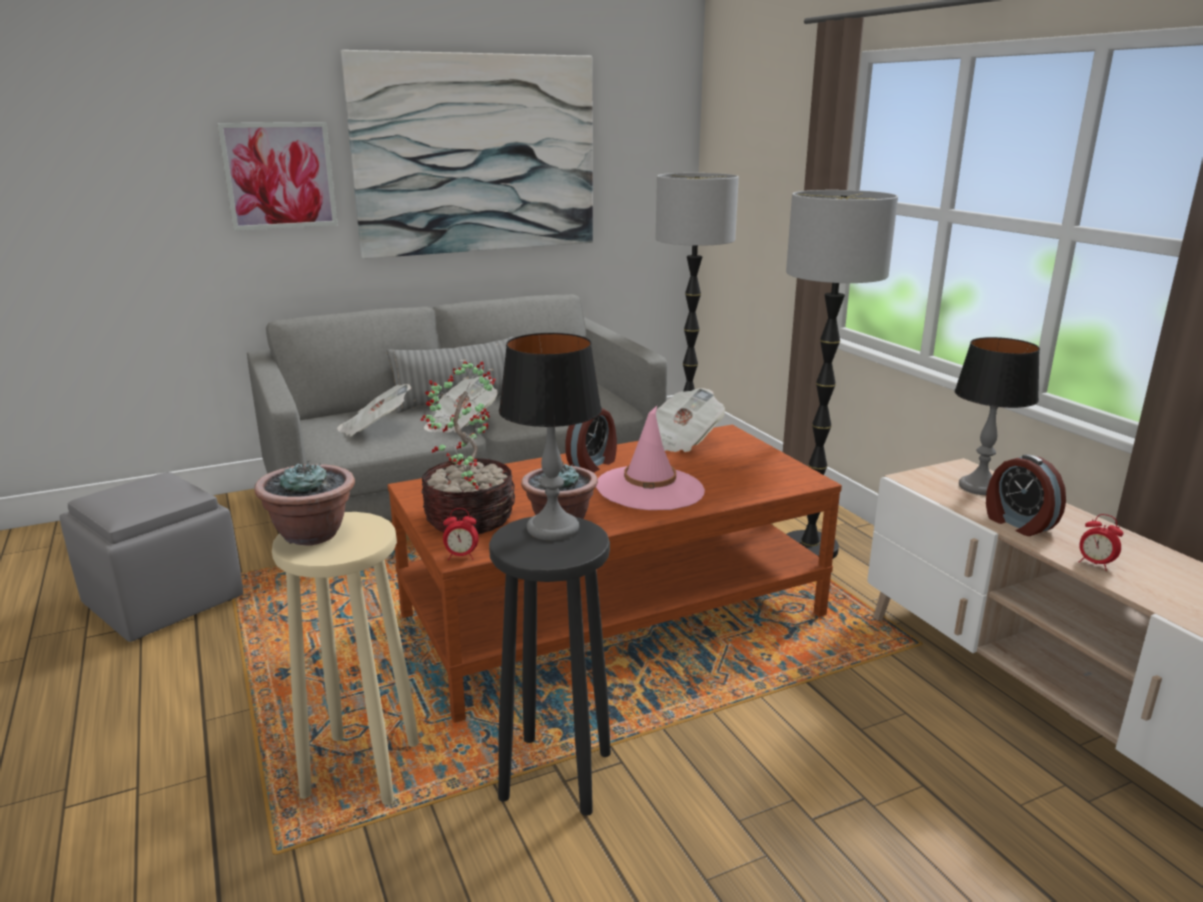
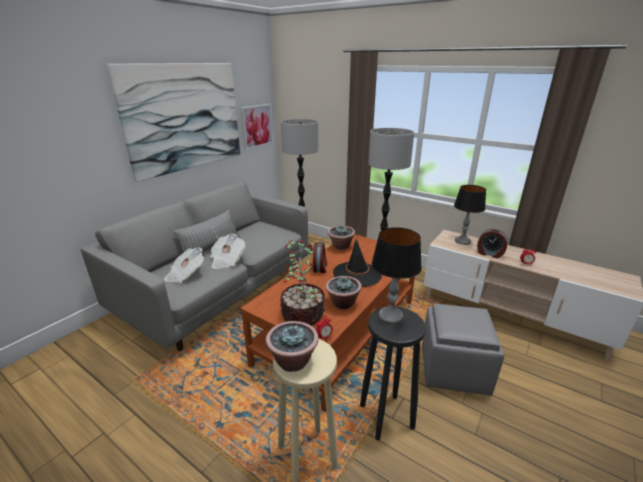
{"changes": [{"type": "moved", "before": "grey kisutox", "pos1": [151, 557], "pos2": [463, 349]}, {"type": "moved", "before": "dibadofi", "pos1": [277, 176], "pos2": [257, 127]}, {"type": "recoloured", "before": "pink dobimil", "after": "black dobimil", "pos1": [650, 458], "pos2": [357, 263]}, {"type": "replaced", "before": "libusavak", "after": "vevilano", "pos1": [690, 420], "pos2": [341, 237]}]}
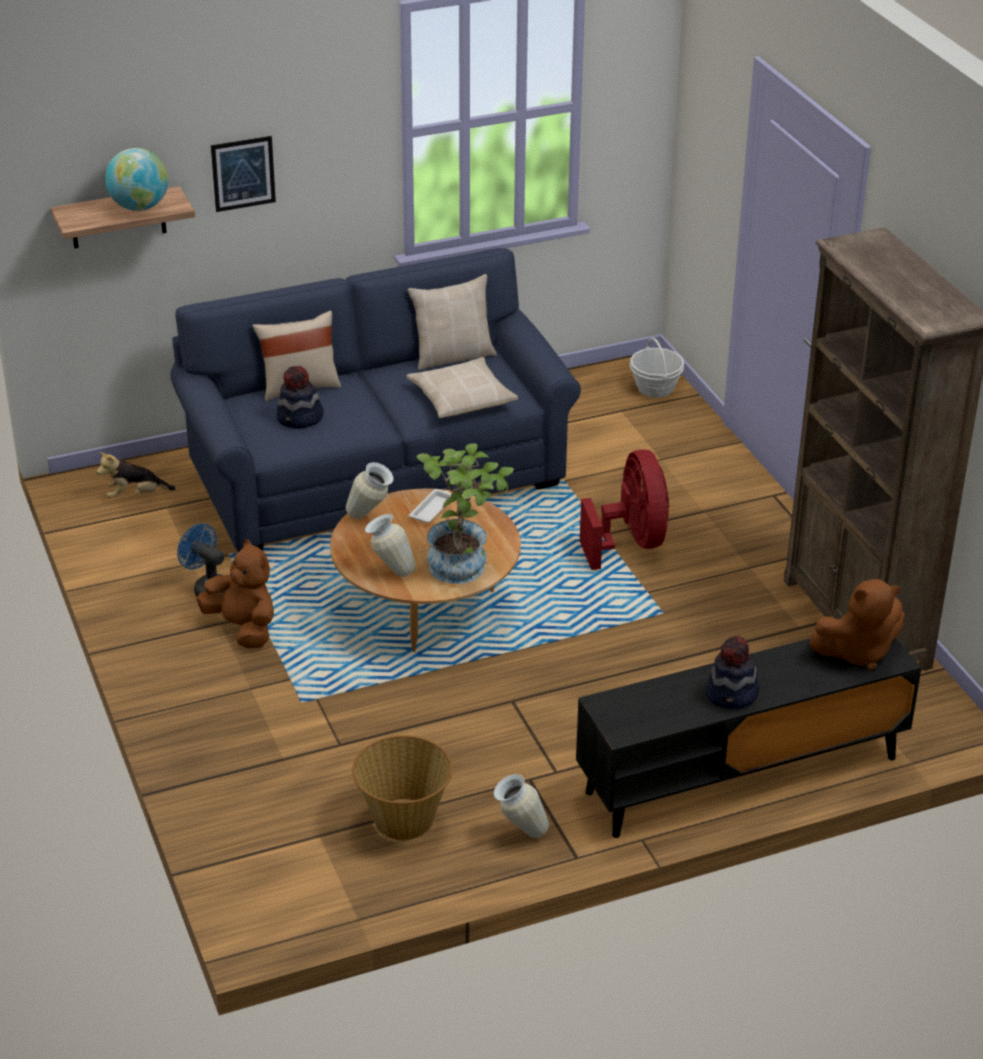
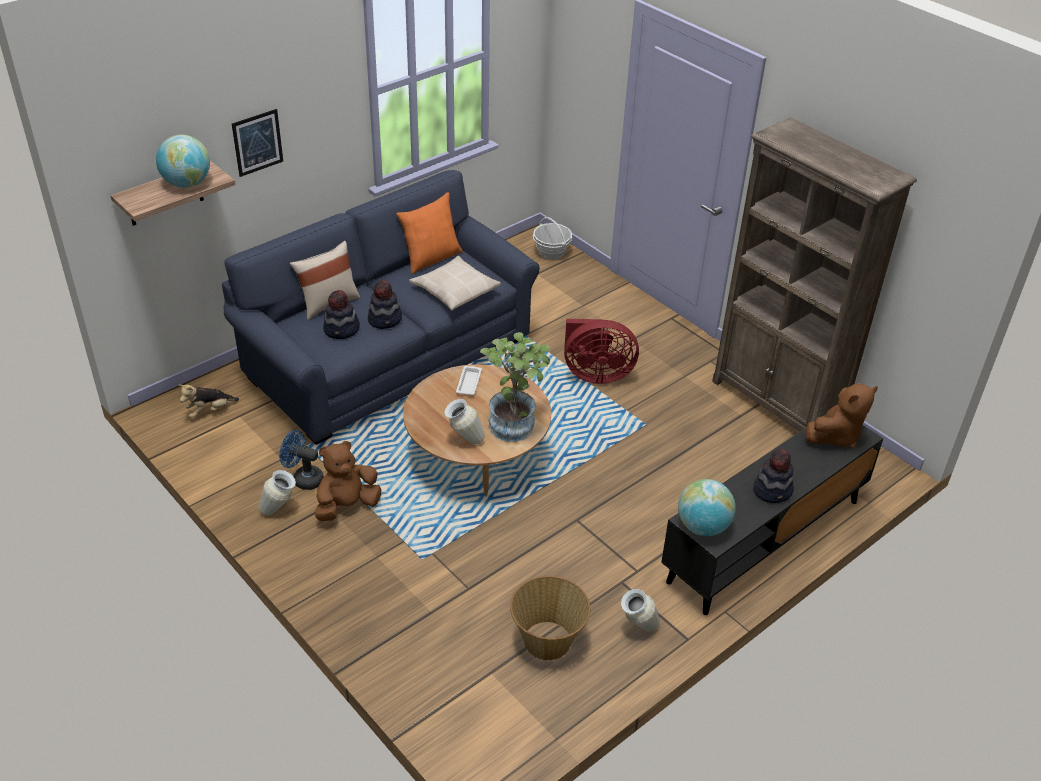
{"changes": [{"type": "turned", "before": "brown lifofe", "pos1": [235, 593], "pos2": [347, 481], "turn": -60}, {"type": "moved", "before": "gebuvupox", "pos1": [370, 490], "pos2": [277, 492]}, {"type": "recoloured", "before": "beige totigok", "after": "orange totigok", "pos1": [452, 322], "pos2": [429, 233]}, {"type": "turned", "before": "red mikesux", "pos1": [625, 509], "pos2": [601, 351], "turn": 120}, {"type": "added", "after": "dobimil", "pos2": [385, 304]}, {"type": "added", "after": "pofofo", "pos2": [707, 507]}]}
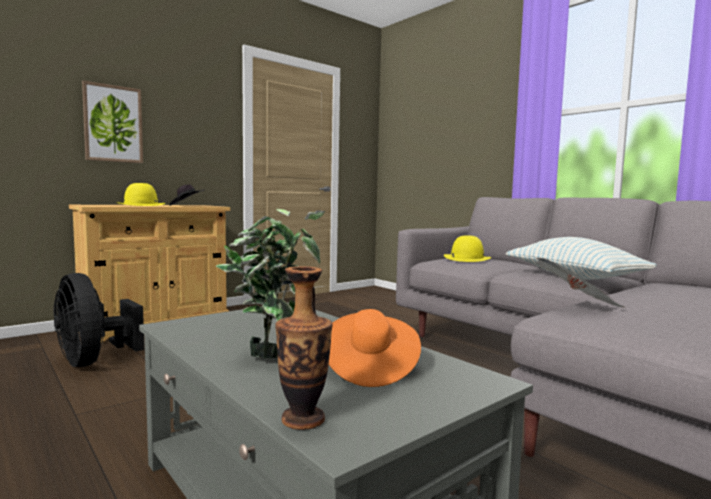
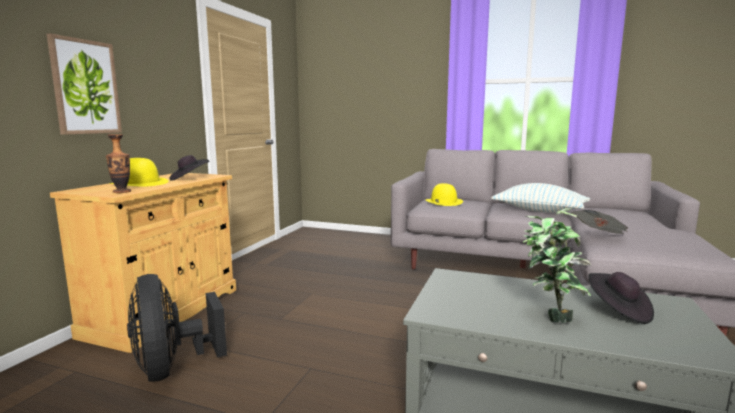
{"changes": [{"type": "turned", "before": "black mikesux", "pos1": [98, 320], "pos2": [177, 328], "turn": 45}, {"type": "moved", "before": "gebuvupox", "pos1": [303, 348], "pos2": [118, 163]}, {"type": "recoloured", "before": "orange dobimil", "after": "black dobimil", "pos1": [375, 348], "pos2": [621, 298]}]}
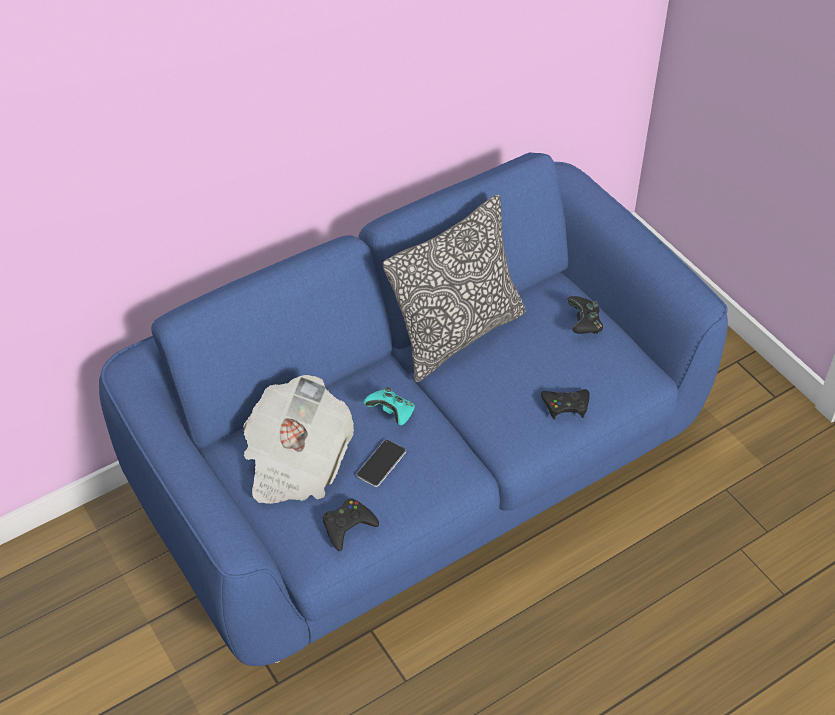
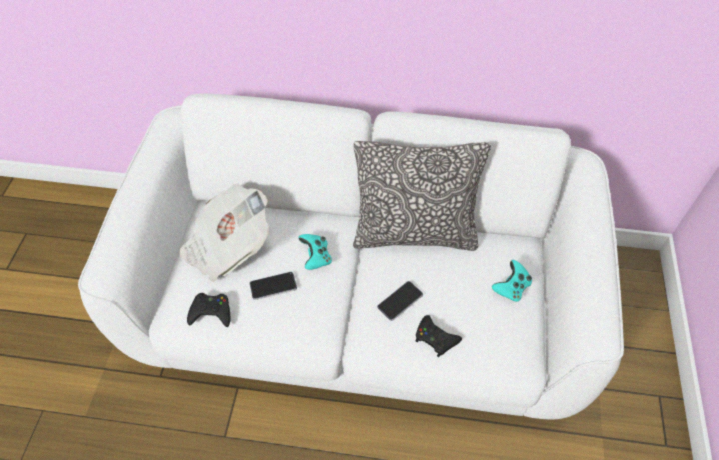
{"changes": [{"type": "recoloured", "before": "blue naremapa", "after": "white naremapa", "pos1": [413, 409], "pos2": [351, 256]}, {"type": "recoloured", "before": "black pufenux", "after": "turquoise pufenux", "pos1": [585, 315], "pos2": [512, 281]}, {"type": "added", "after": "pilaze", "pos2": [400, 301]}]}
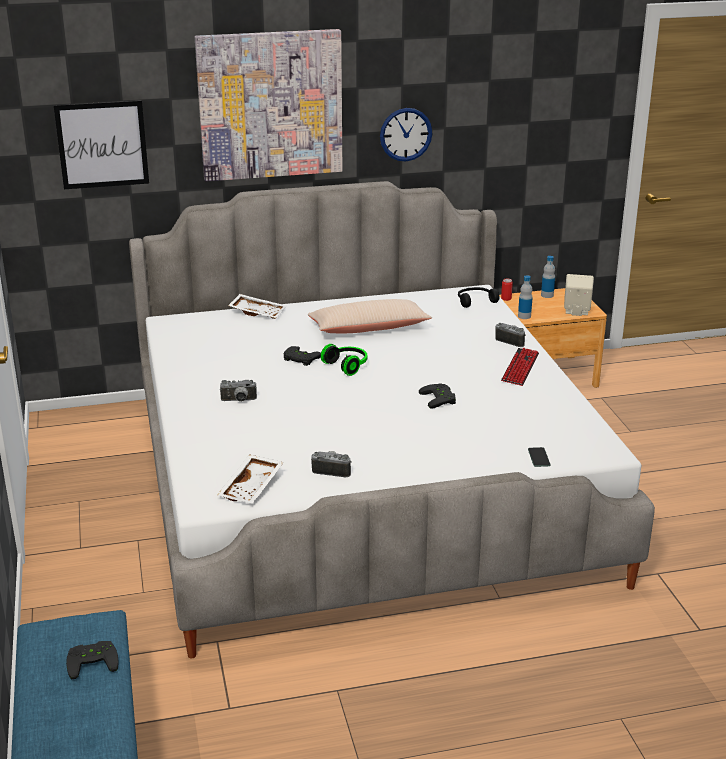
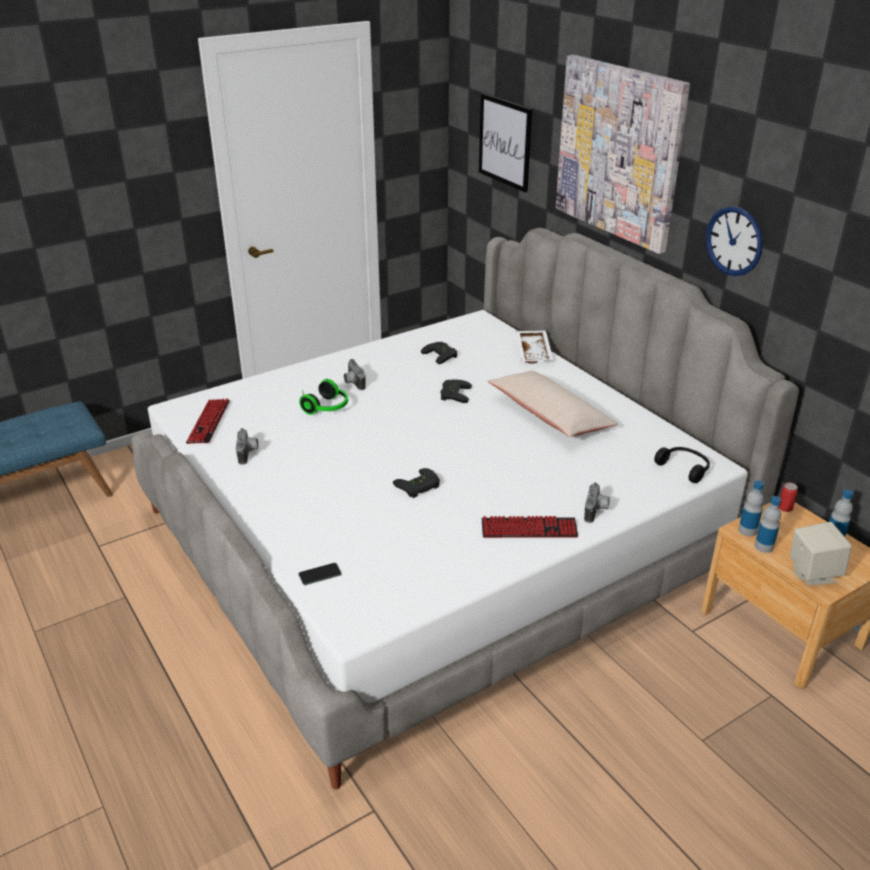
{"changes": [{"type": "moved", "before": "black pufenux", "pos1": [92, 660], "pos2": [439, 353]}, {"type": "replaced", "before": "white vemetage", "after": "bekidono", "pos1": [250, 478], "pos2": [208, 421]}, {"type": "moved", "before": "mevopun", "pos1": [344, 360], "pos2": [323, 397]}, {"type": "added", "after": "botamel", "pos2": [768, 524]}]}
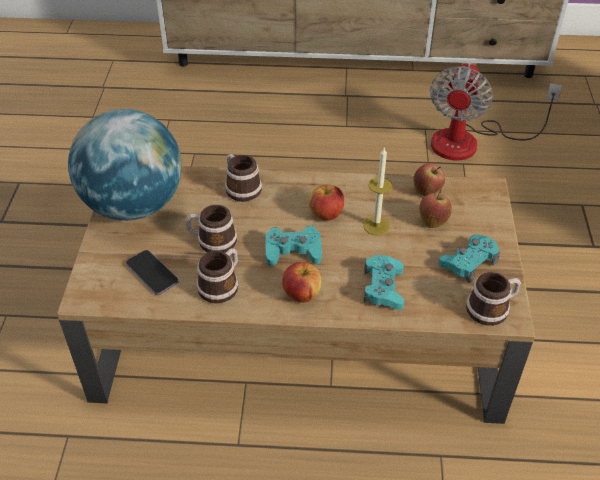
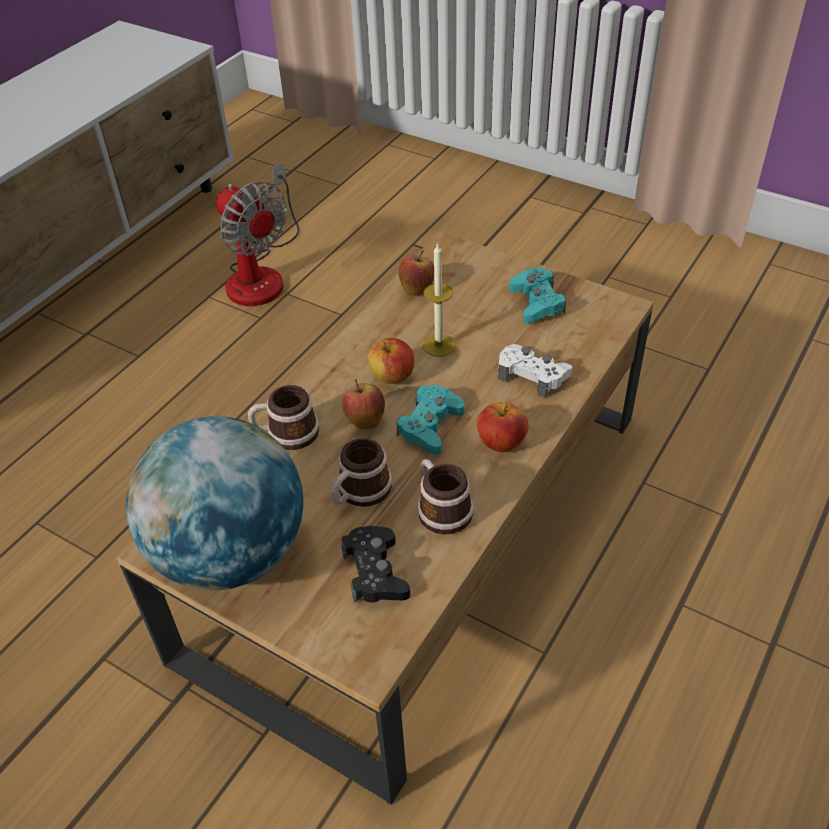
{"changes": [{"type": "replaced", "before": "pilaze", "after": "black pufenux", "pos1": [152, 272], "pos2": [375, 564]}, {"type": "recoloured", "before": "turquoise pufenux", "after": "white pufenux", "pos1": [384, 282], "pos2": [535, 371]}, {"type": "moved", "before": "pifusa", "pos1": [435, 209], "pos2": [363, 404]}, {"type": "removed", "before": "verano", "pos1": [493, 299]}]}
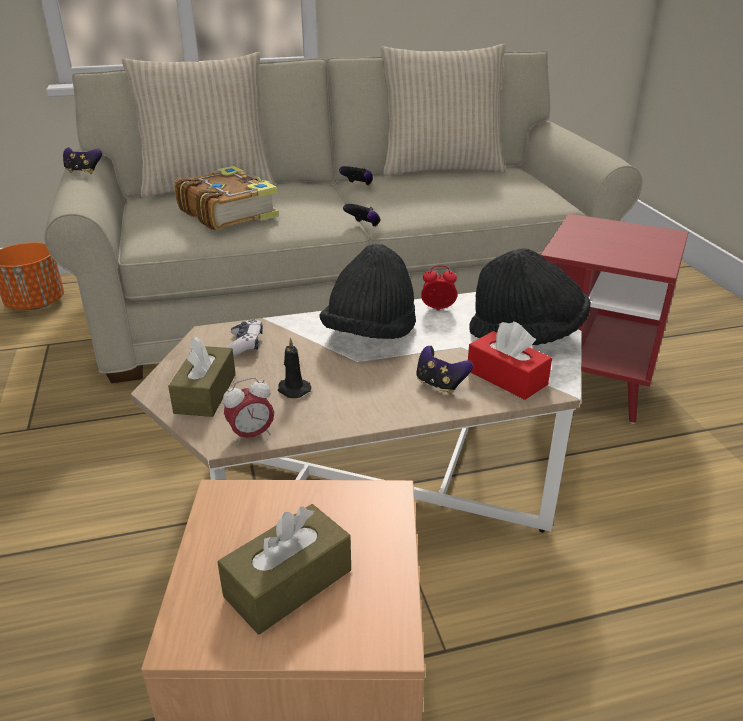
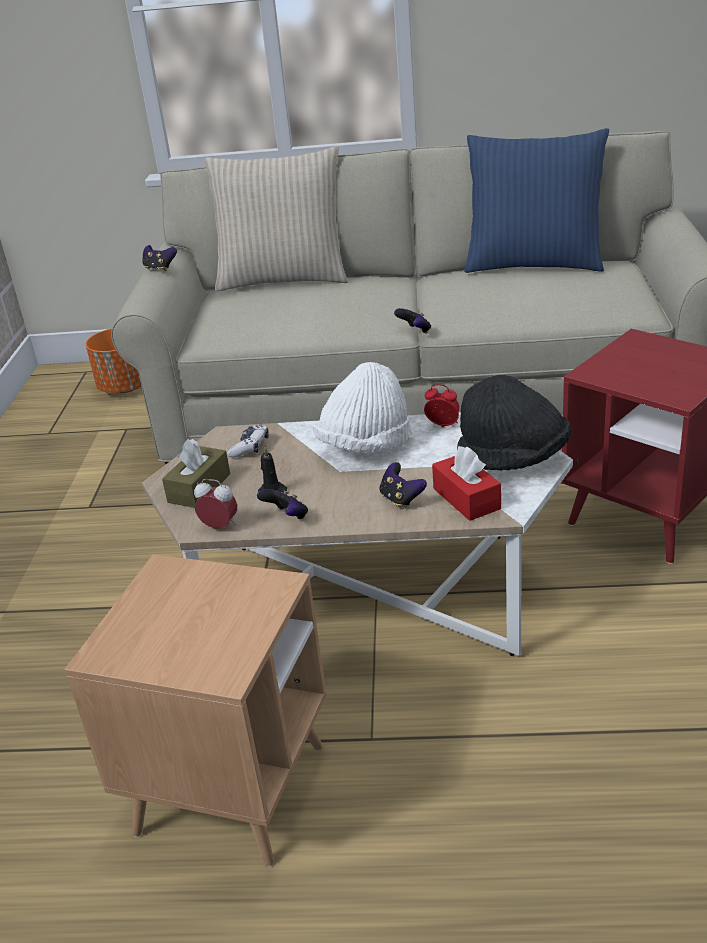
{"changes": [{"type": "removed", "before": "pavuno", "pos1": [226, 198]}, {"type": "removed", "before": "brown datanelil", "pos1": [284, 569]}, {"type": "turned", "before": "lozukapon", "pos1": [248, 410], "pos2": [215, 503], "turn": -150}, {"type": "recoloured", "before": "black dobimil", "after": "white dobimil", "pos1": [367, 291], "pos2": [362, 407]}, {"type": "moved", "before": "pufenux", "pos1": [356, 176], "pos2": [282, 504]}, {"type": "recoloured", "before": "beige totigok", "after": "blue totigok", "pos1": [443, 110], "pos2": [536, 200]}]}
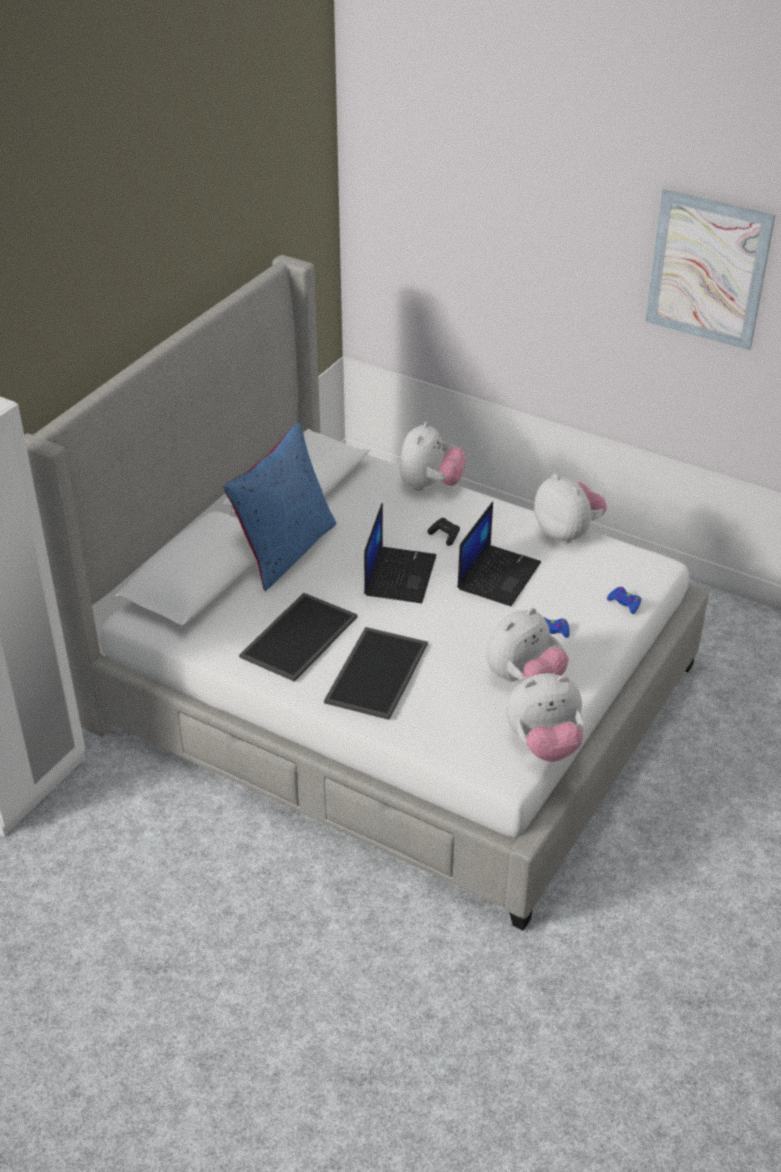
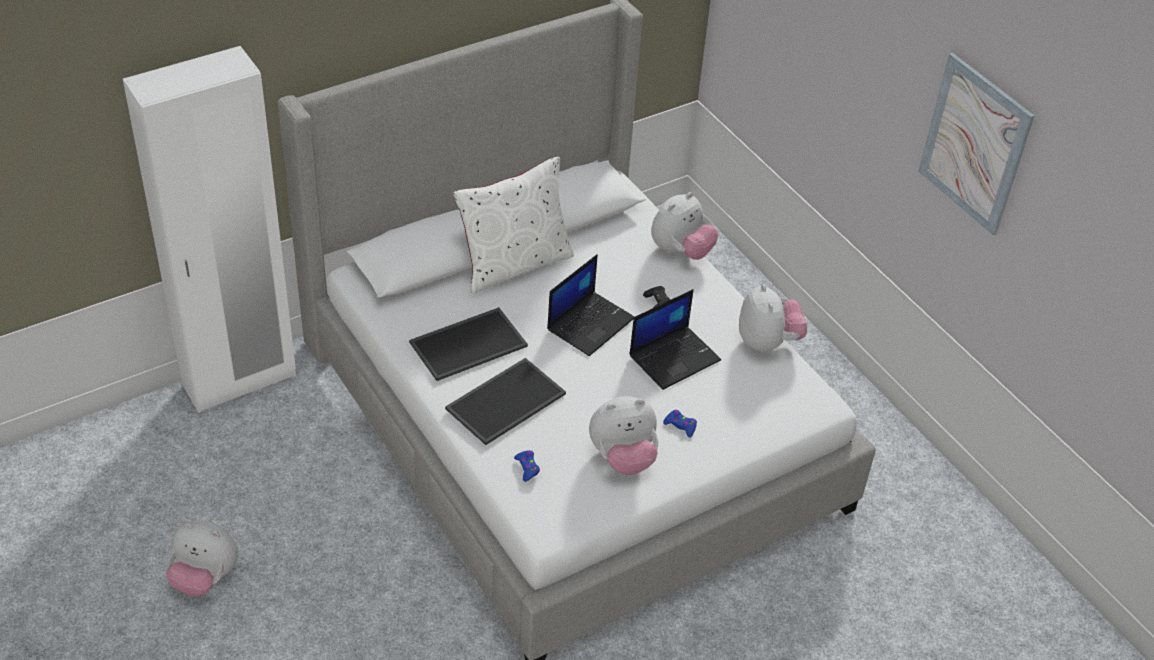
{"changes": [{"type": "recoloured", "before": "blue totigok", "after": "white totigok", "pos1": [280, 507], "pos2": [513, 225]}, {"type": "moved", "before": "lifofe", "pos1": [545, 717], "pos2": [202, 558]}, {"type": "moved", "before": "blue pufenux", "pos1": [624, 600], "pos2": [527, 466]}]}
